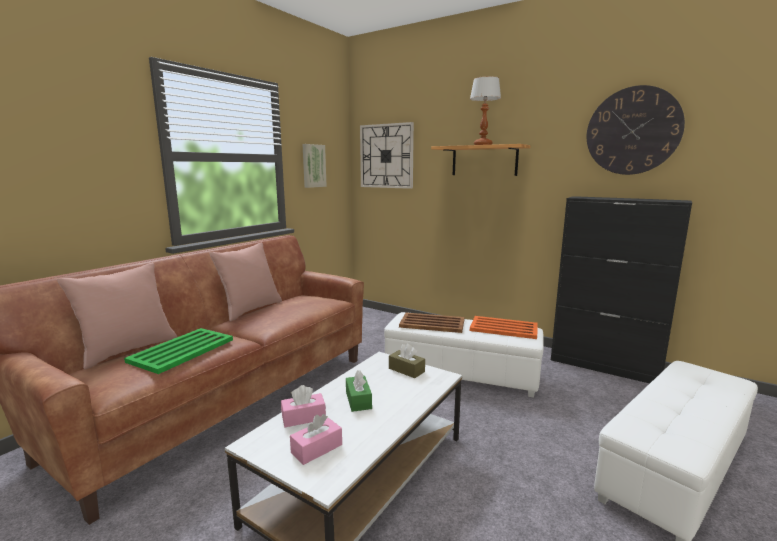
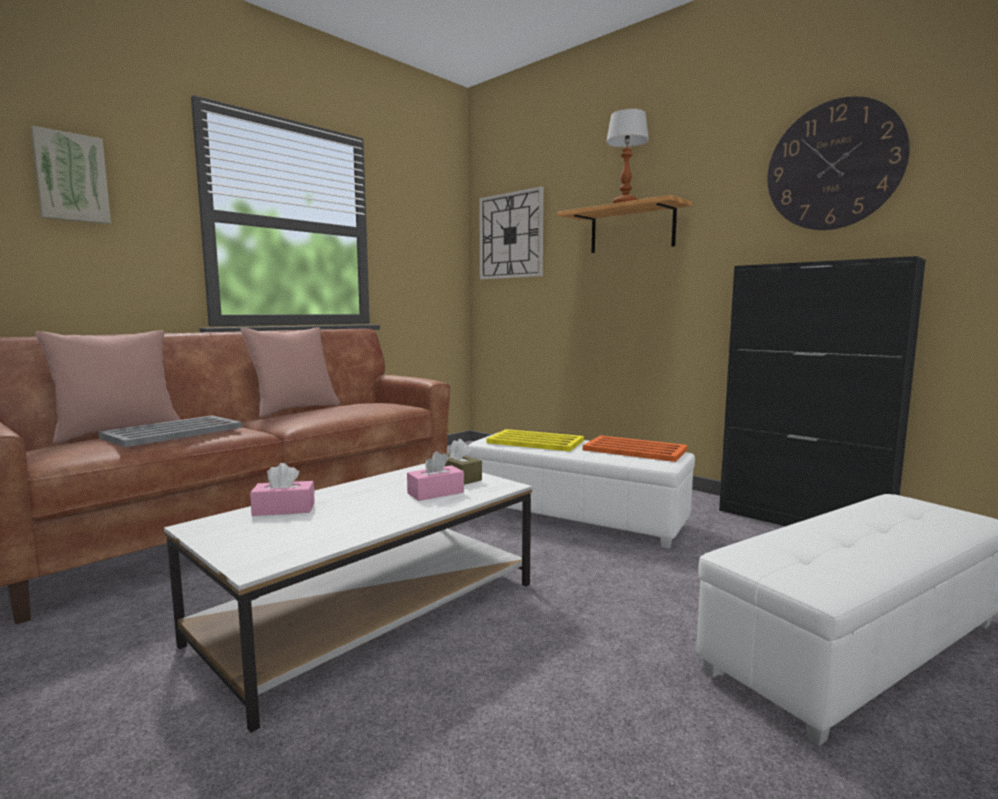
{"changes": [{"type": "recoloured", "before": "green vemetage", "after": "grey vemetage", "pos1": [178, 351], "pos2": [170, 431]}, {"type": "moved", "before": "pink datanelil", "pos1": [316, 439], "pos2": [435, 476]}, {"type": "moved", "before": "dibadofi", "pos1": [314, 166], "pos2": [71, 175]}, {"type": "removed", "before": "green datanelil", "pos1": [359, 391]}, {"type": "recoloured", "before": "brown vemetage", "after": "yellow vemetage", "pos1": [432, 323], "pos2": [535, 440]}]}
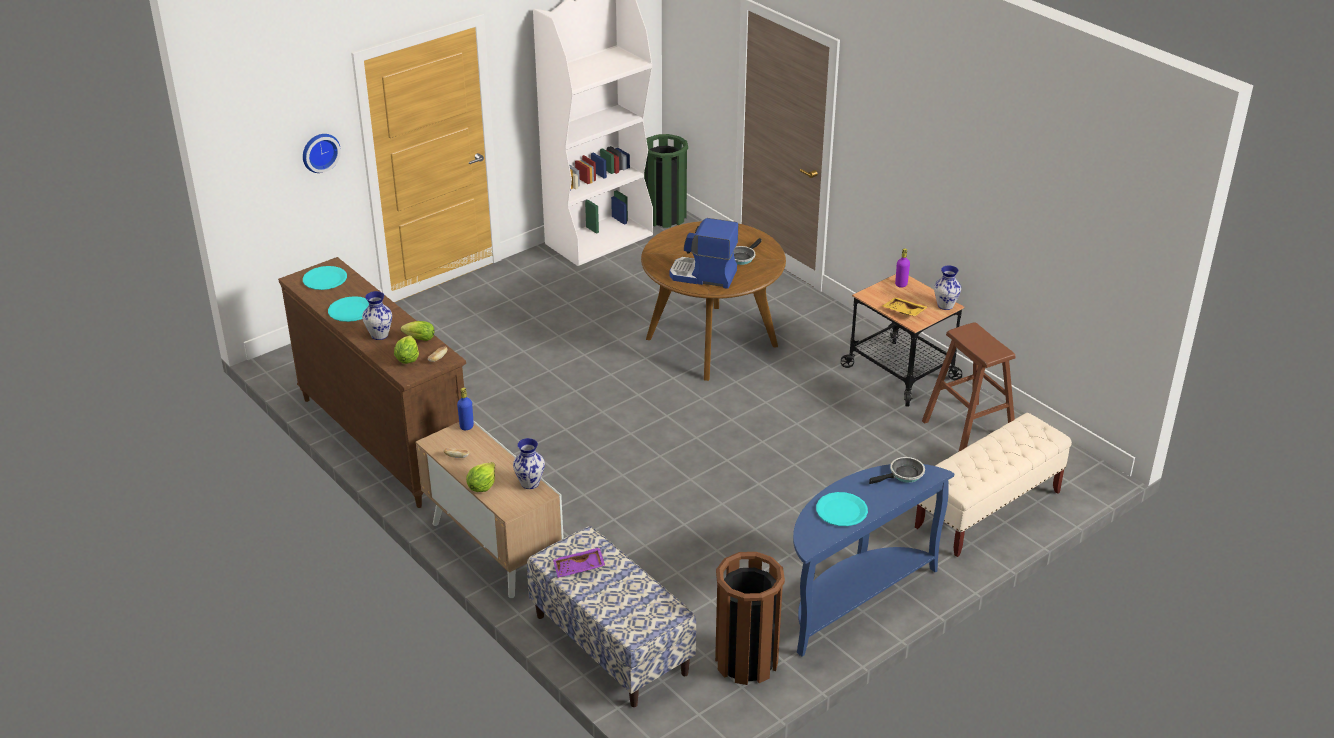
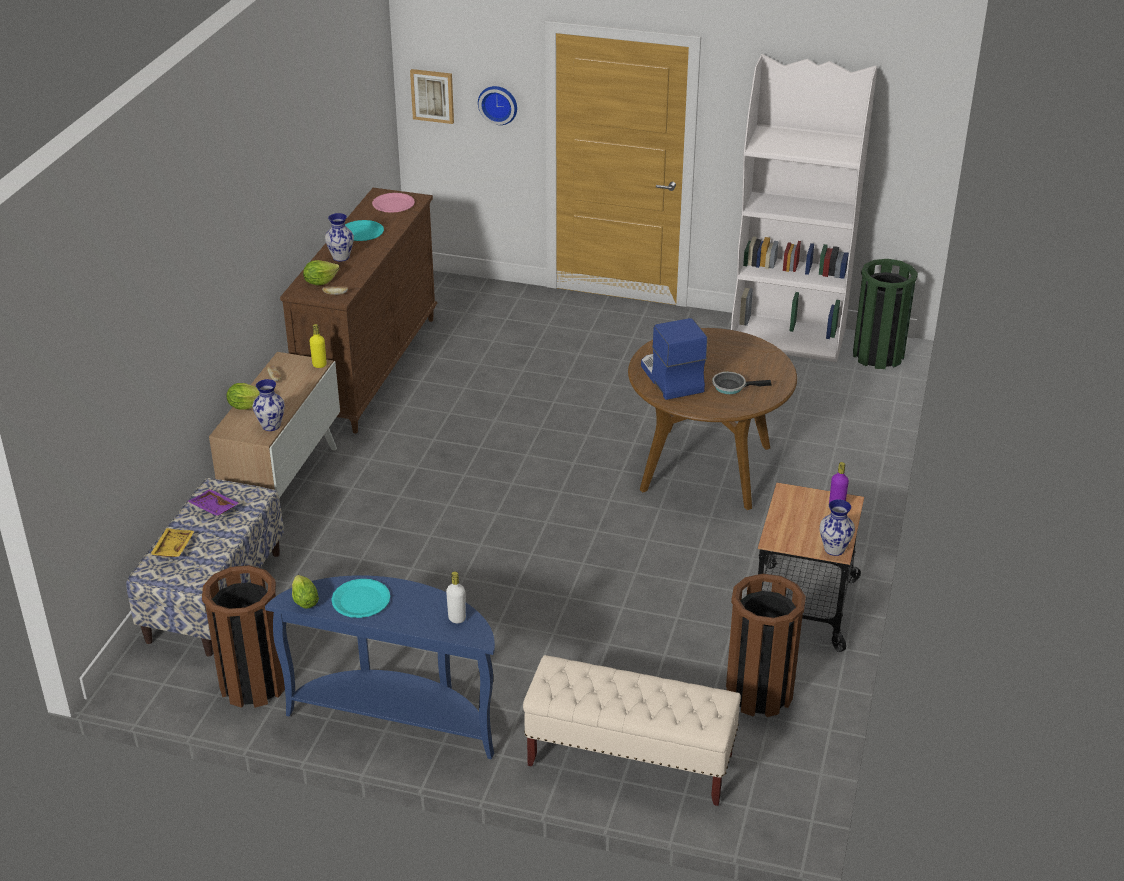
{"changes": [{"type": "recoloured", "before": "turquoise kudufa", "after": "pink kudufa", "pos1": [325, 278], "pos2": [393, 203]}, {"type": "moved", "before": "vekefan", "pos1": [418, 331], "pos2": [305, 592]}, {"type": "recoloured", "before": "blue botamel", "after": "yellow botamel", "pos1": [465, 408], "pos2": [318, 346]}, {"type": "replaced", "before": "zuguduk", "after": "white botamel", "pos1": [897, 470], "pos2": [456, 597]}, {"type": "moved", "before": "yellow vemetage", "pos1": [905, 306], "pos2": [172, 542]}, {"type": "replaced", "before": "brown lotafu", "after": "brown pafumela", "pos1": [969, 387], "pos2": [766, 645]}, {"type": "added", "after": "dibadofi", "pos2": [432, 96]}]}
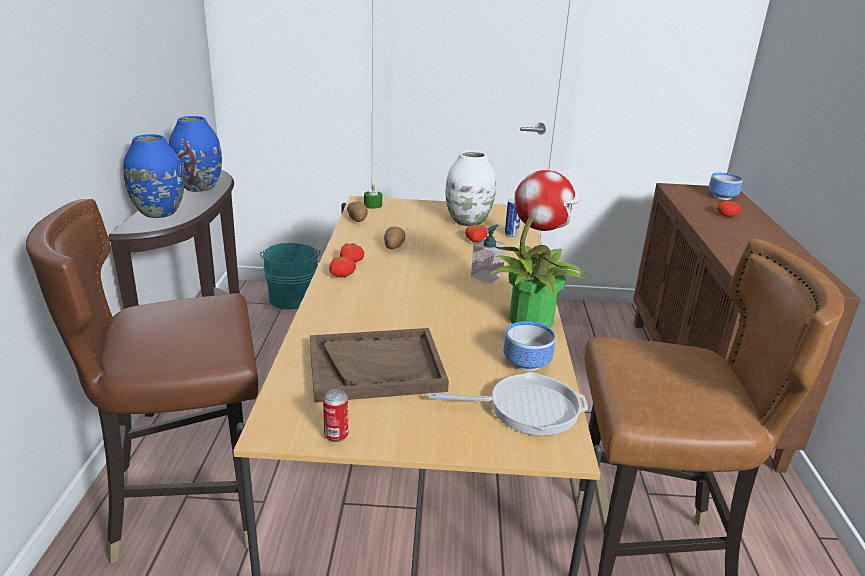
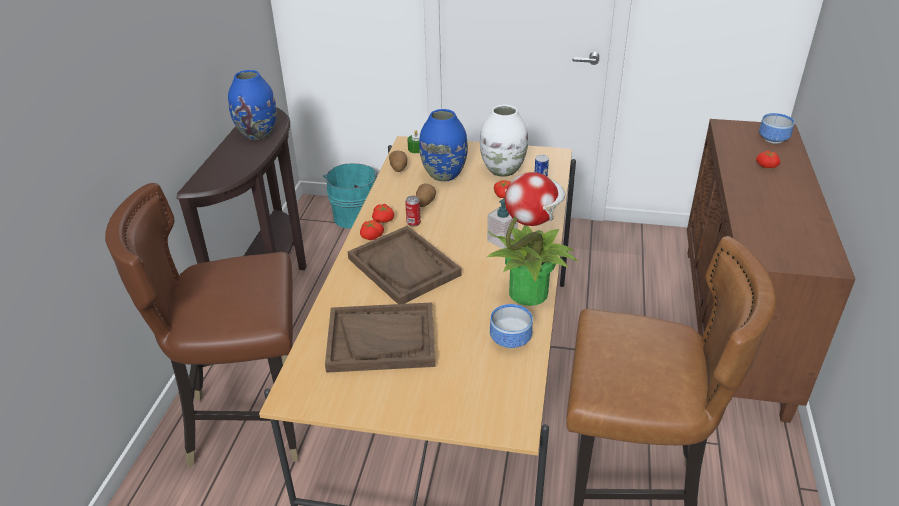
{"changes": [{"type": "moved", "before": "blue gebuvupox", "pos1": [153, 176], "pos2": [443, 145]}, {"type": "moved", "before": "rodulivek", "pos1": [335, 415], "pos2": [413, 211]}, {"type": "removed", "before": "zuguduk", "pos1": [508, 404]}, {"type": "added", "after": "brown vemetage", "pos2": [405, 265]}]}
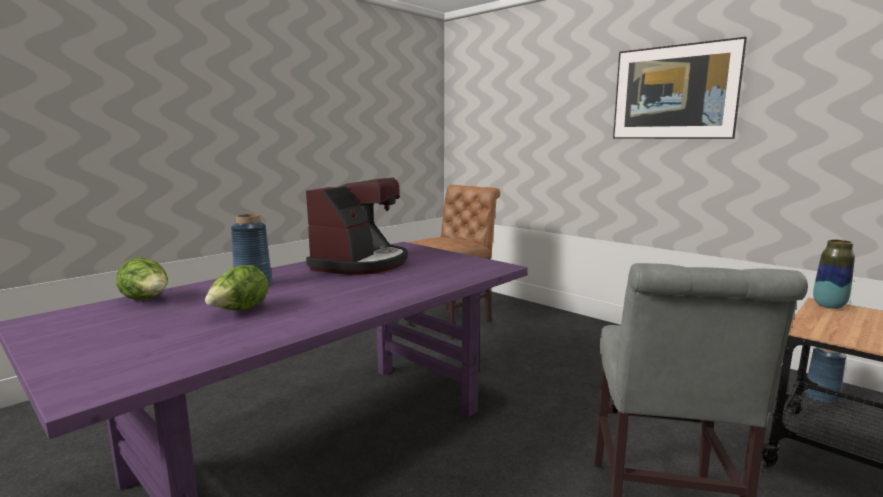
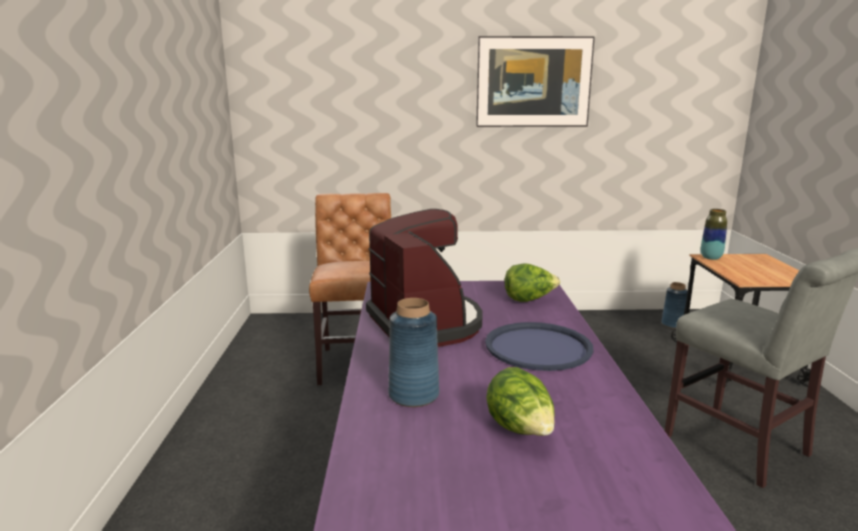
{"changes": [{"type": "moved", "before": "vekefan", "pos1": [142, 279], "pos2": [532, 282]}, {"type": "added", "after": "blue vemetage", "pos2": [539, 346]}]}
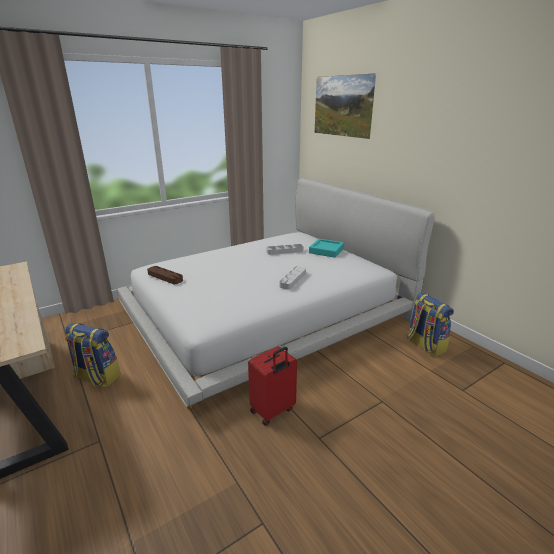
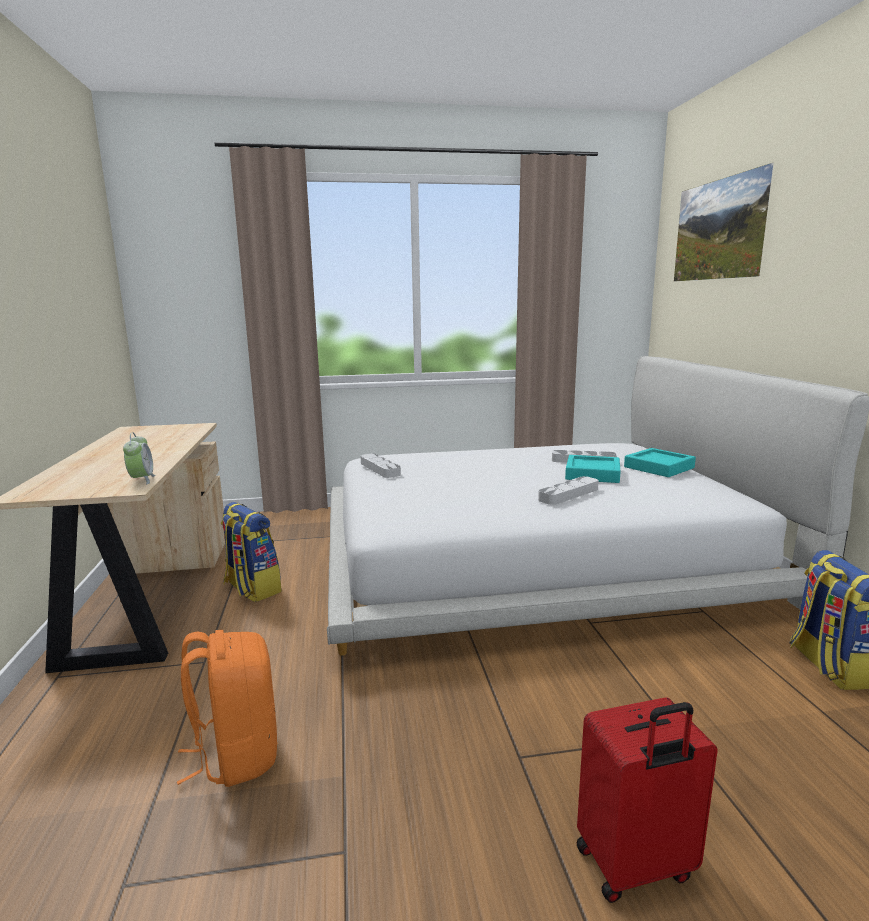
{"changes": [{"type": "recoloured", "before": "brown vemetage", "after": "grey vemetage", "pos1": [165, 275], "pos2": [381, 465]}, {"type": "moved", "before": "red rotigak", "pos1": [272, 386], "pos2": [647, 800]}, {"type": "added", "after": "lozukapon", "pos2": [139, 458]}, {"type": "added", "after": "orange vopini", "pos2": [227, 708]}, {"type": "added", "after": "turquoise vemetage", "pos2": [593, 469]}]}
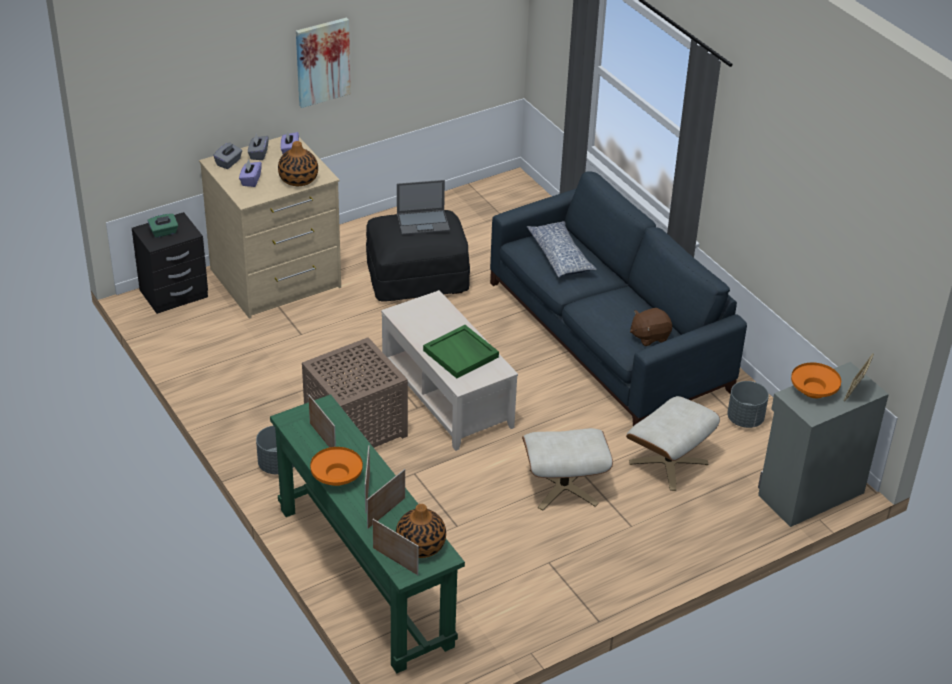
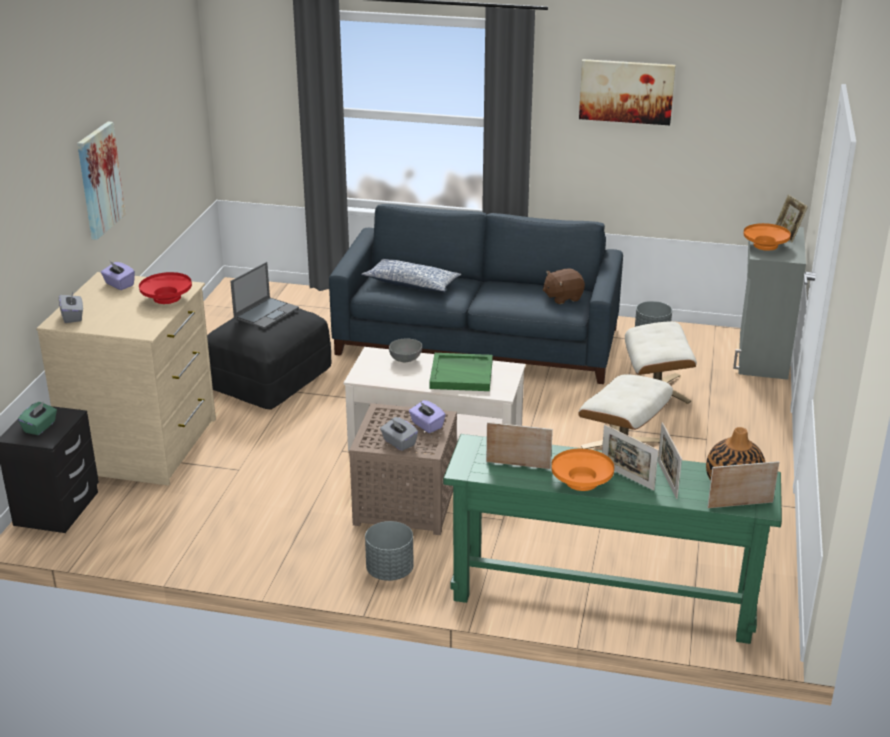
{"changes": [{"type": "moved", "before": "purple datanelil", "pos1": [250, 173], "pos2": [427, 416]}, {"type": "moved", "before": "grey datanelil", "pos1": [258, 147], "pos2": [399, 434]}, {"type": "replaced", "before": "gebuvupox", "after": "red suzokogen", "pos1": [298, 163], "pos2": [165, 288]}, {"type": "turned", "before": "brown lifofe", "pos1": [651, 327], "pos2": [564, 286], "turn": 45}, {"type": "added", "after": "grey suzokogen", "pos2": [405, 350]}, {"type": "added", "after": "dibadofi", "pos2": [627, 92]}]}
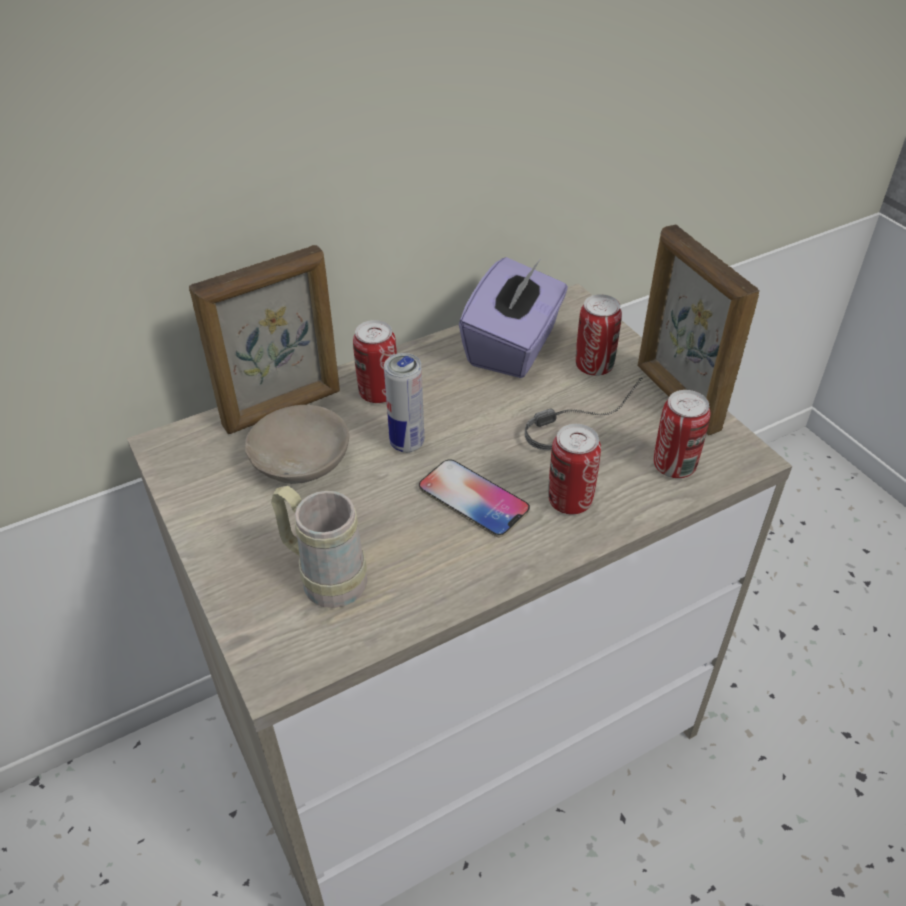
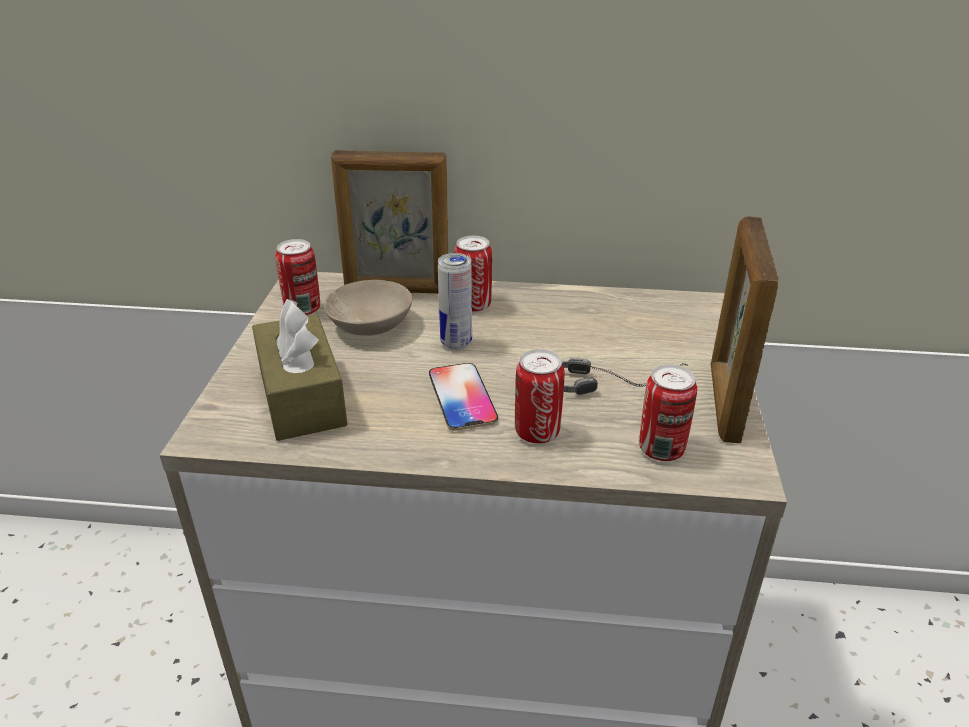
{"changes": [{"type": "replaced", "before": "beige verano", "after": "brown datanelil", "pos1": [319, 547], "pos2": [300, 370]}, {"type": "removed", "before": "purple datanelil", "pos1": [513, 317]}, {"type": "moved", "before": "rodulivek", "pos1": [599, 335], "pos2": [297, 277]}]}
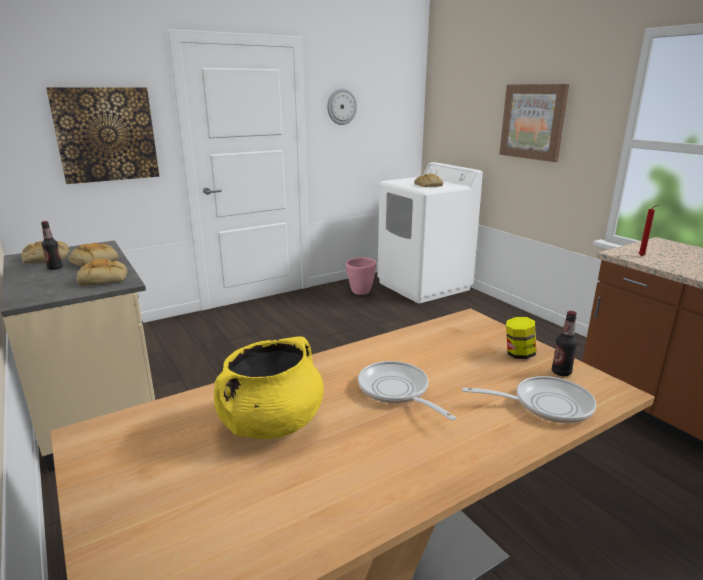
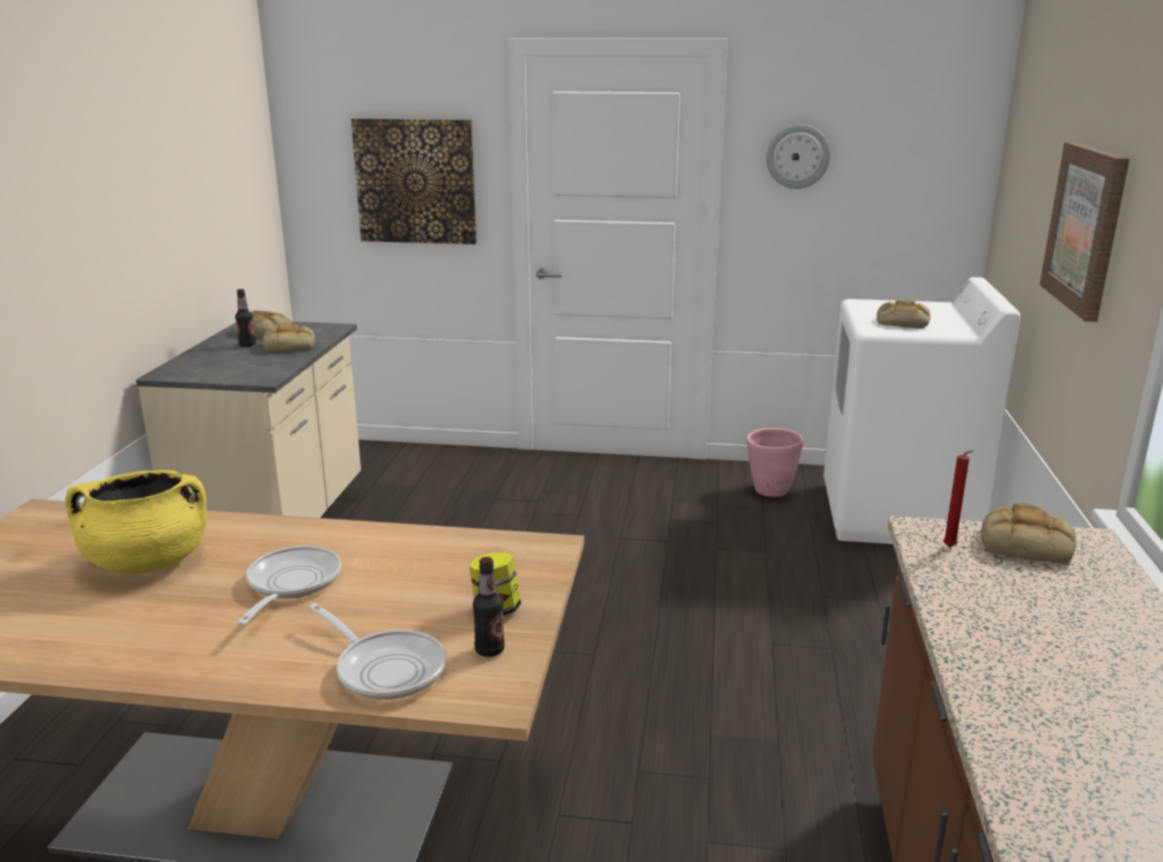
{"changes": [{"type": "moved", "before": "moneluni", "pos1": [101, 272], "pos2": [1028, 533]}]}
